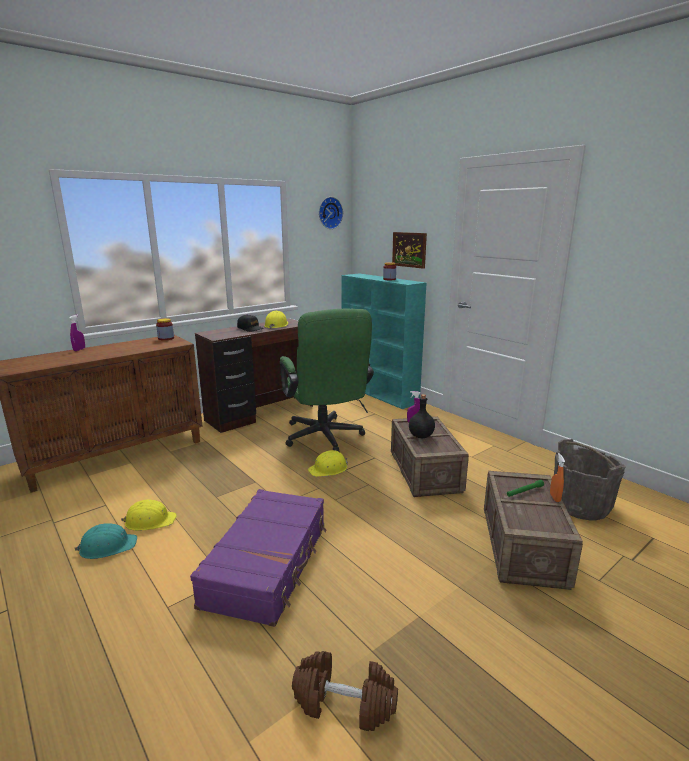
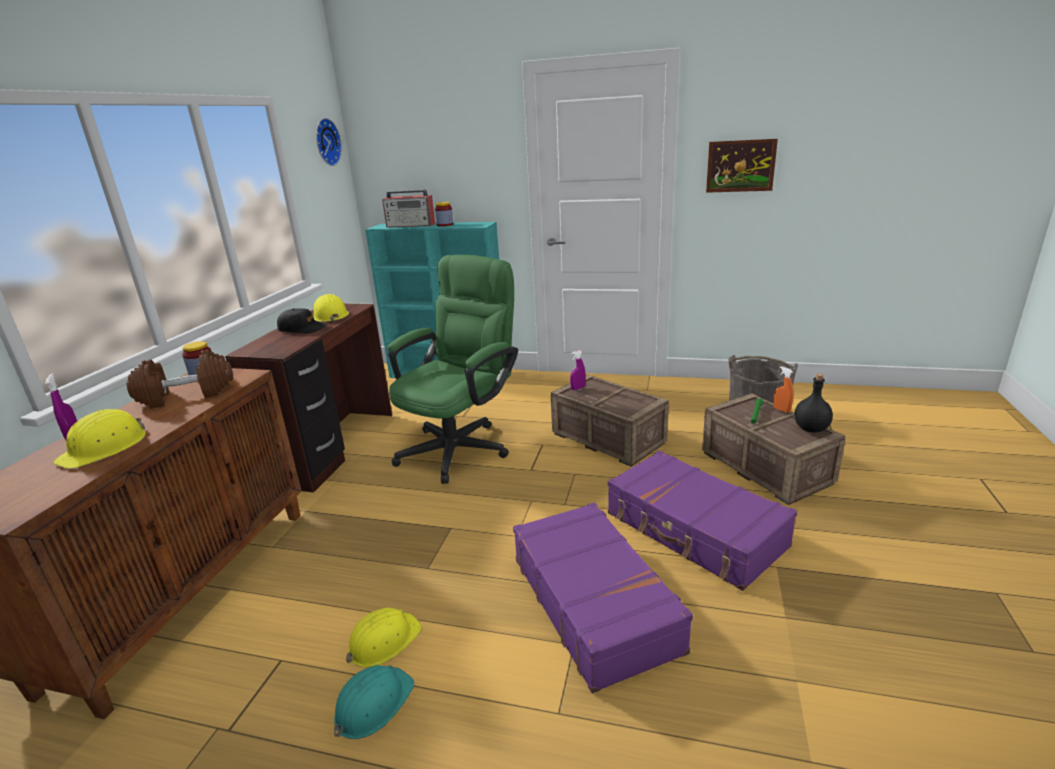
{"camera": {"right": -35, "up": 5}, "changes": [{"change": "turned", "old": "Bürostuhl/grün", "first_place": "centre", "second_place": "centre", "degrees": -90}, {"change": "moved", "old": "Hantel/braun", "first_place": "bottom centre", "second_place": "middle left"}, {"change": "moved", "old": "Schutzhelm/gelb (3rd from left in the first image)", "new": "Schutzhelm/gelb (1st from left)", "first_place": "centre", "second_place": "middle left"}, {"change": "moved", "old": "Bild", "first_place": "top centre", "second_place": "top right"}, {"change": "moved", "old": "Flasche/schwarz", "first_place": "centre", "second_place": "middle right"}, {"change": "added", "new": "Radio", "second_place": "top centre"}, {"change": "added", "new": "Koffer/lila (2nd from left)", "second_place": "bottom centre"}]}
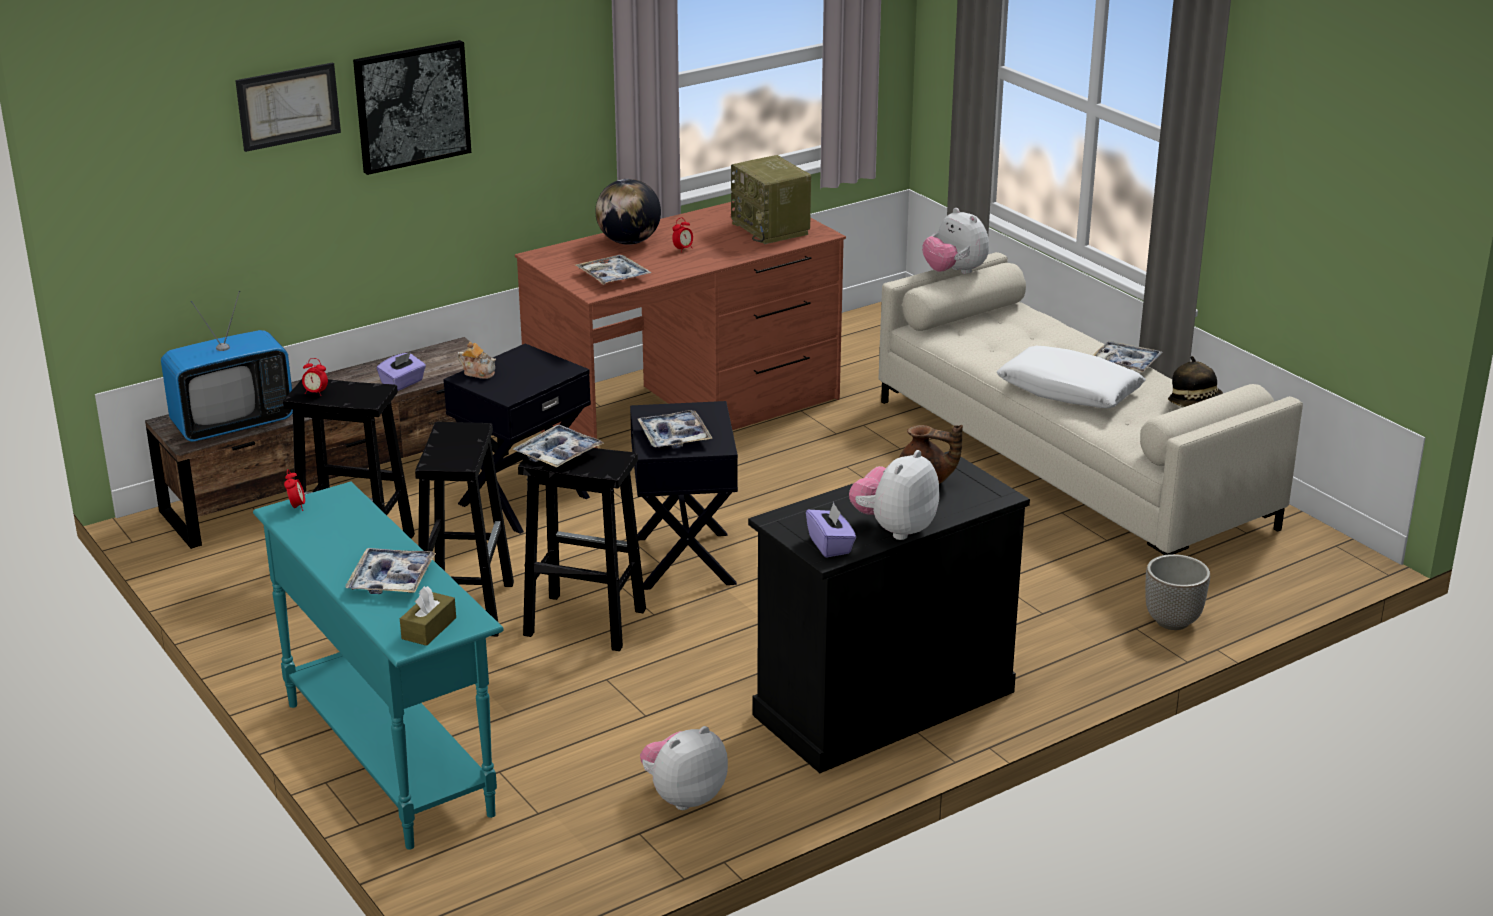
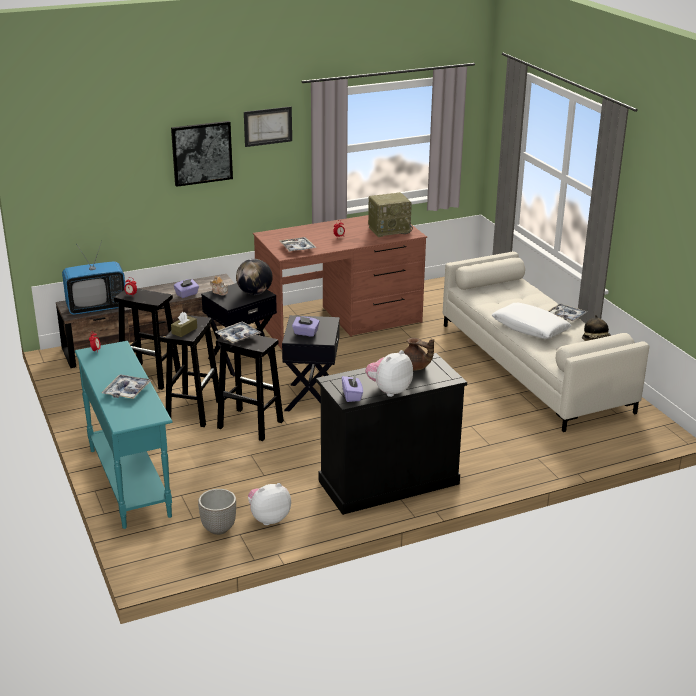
{"camera": {"right": 10, "up": 0}, "changes": [{"change": "moved", "old": "Bild (1st from left in the first image)", "new": "Bild (2nd from left)", "first_place": "top left", "second_place": "top centre"}, {"change": "moved", "old": "Taschentuchbox/braun", "first_place": "bottom left", "second_place": "middle left"}, {"change": "moved", "old": "Globus", "first_place": "top centre", "second_place": "centre"}, {"change": "replaced", "old": "Tablett (4th from left)", "new": "Taschentuchbox/lila (2nd from left)", "first_place": "centre", "second_place": "centre"}, {"change": "turned", "old": "Radio", "first_place": "top centre", "second_place": "top centre", "degrees": -90}, {"change": "removed", "old": "Plüschtier (3rd from left)", "first_place": "top centre"}, {"change": "moved", "old": "Pflanzkübel", "first_place": "middle right", "second_place": "bottom left"}]}
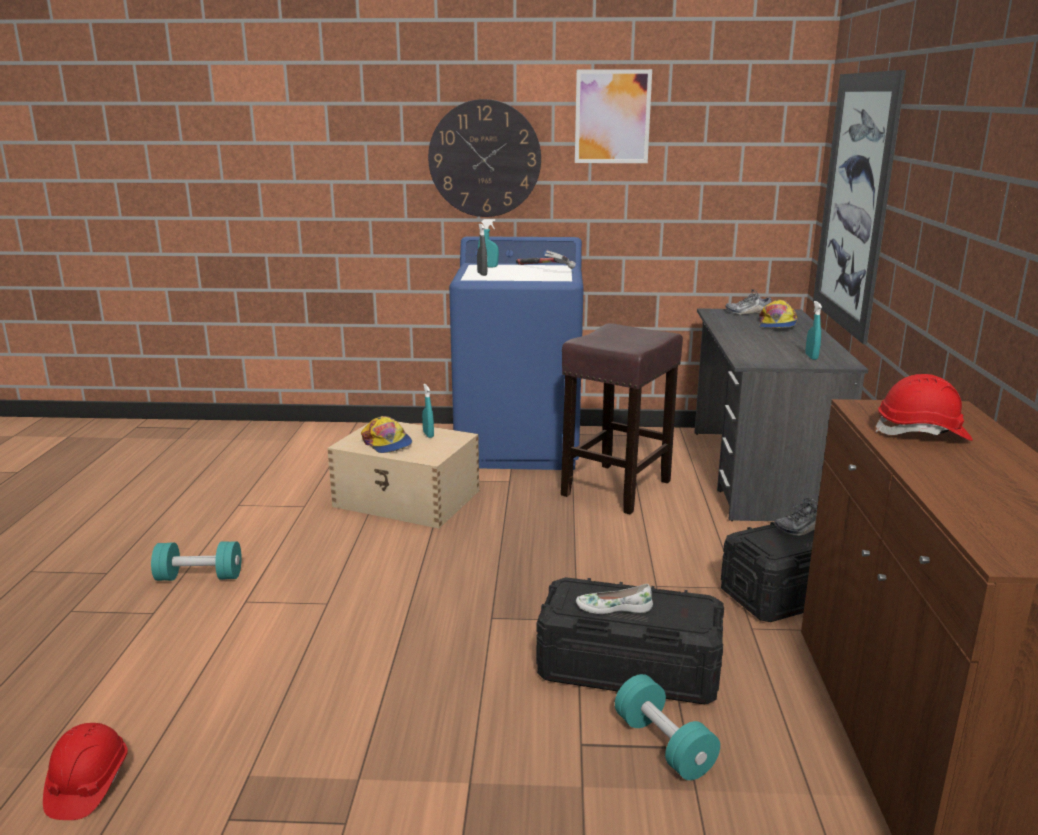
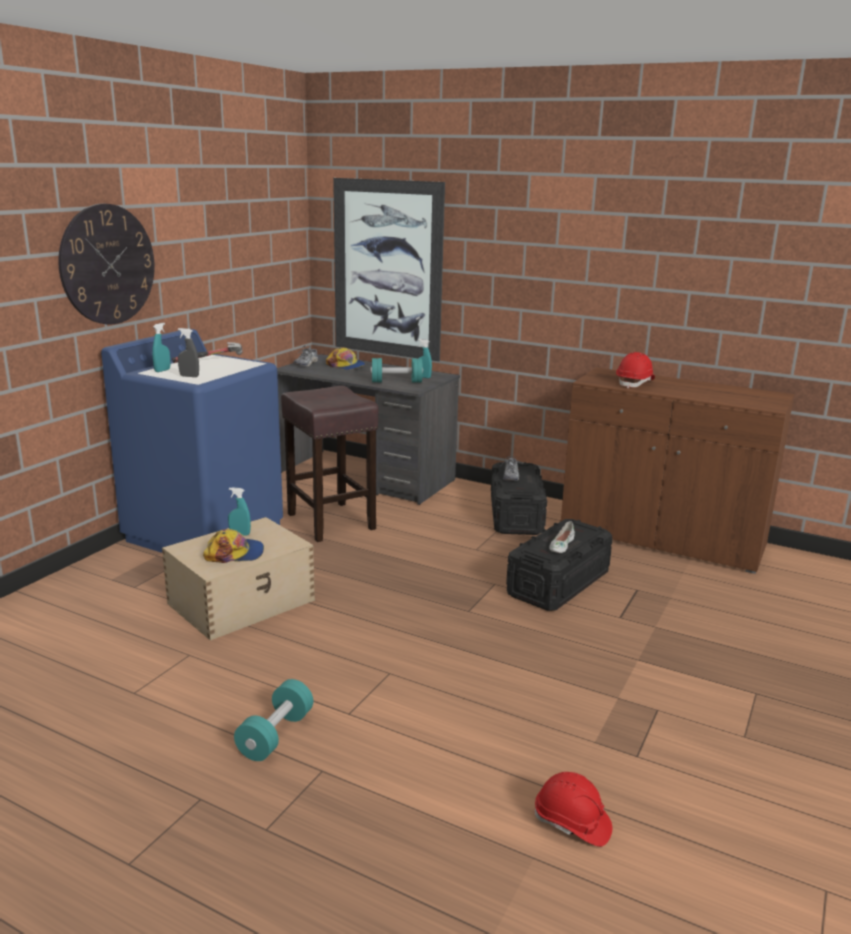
{"camera": {"right": -65, "up": 0}, "changes": [{"change": "removed", "old": "Bild (1st from left)", "first_place": "top centre"}, {"change": "moved", "old": "Hantel/türkis (2nd from left)", "first_place": "bottom centre", "second_place": "centre"}]}
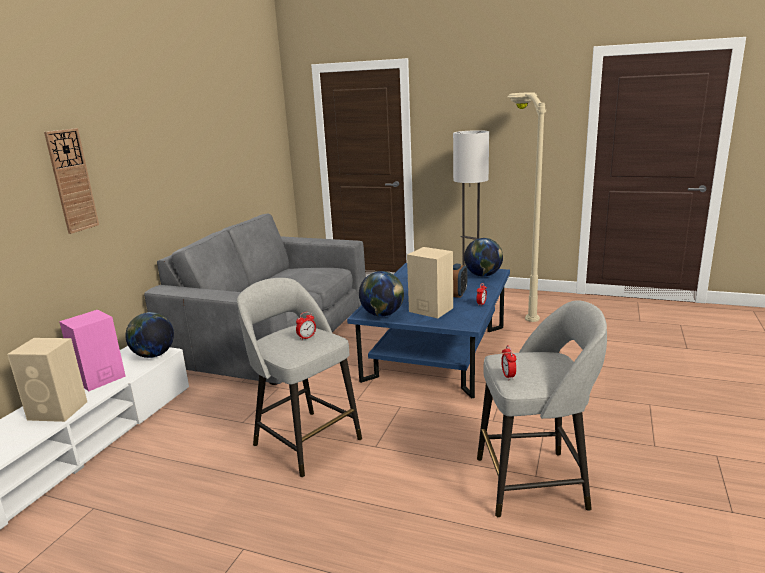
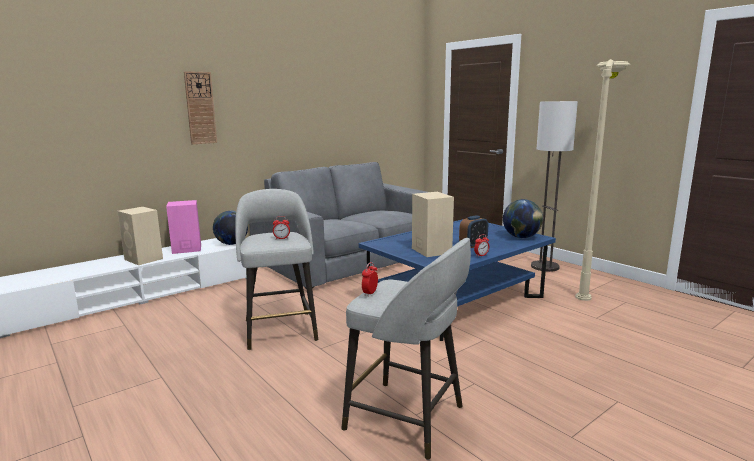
{"camera": {"right": 30, "up": -5}, "changes": [{"change": "removed", "old": "Globus (2nd from left)", "first_place": "centre"}]}
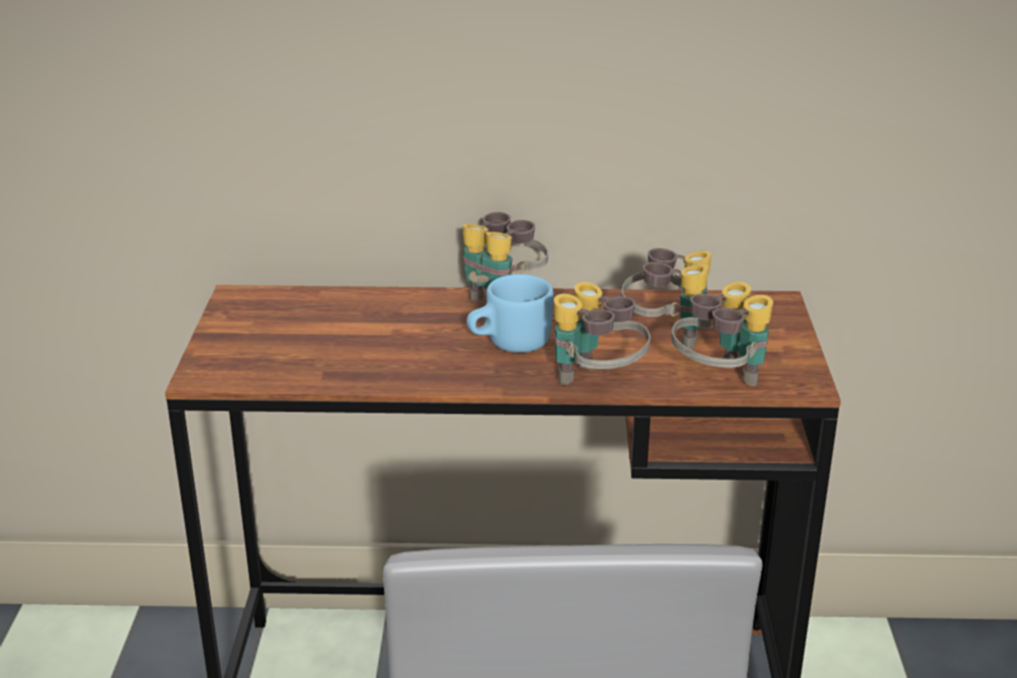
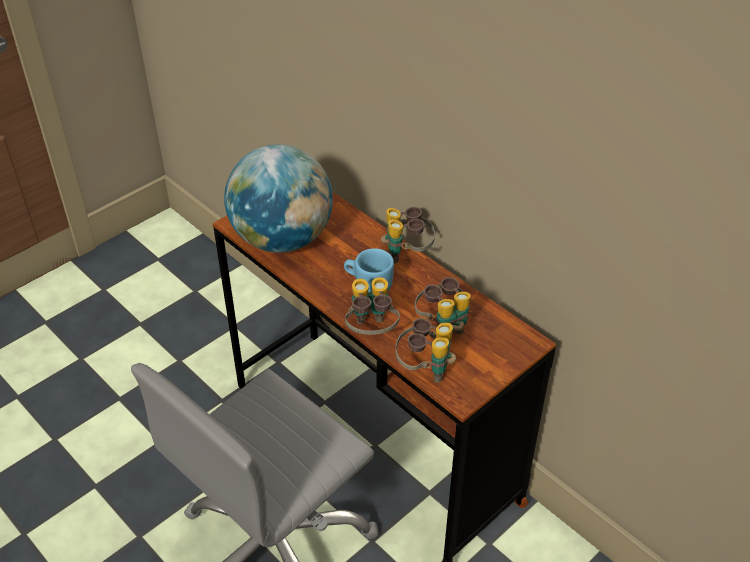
{"camera": {"right": 45, "up": 15}, "changes": [{"change": "added", "new": "Globus", "second_place": "centre"}]}
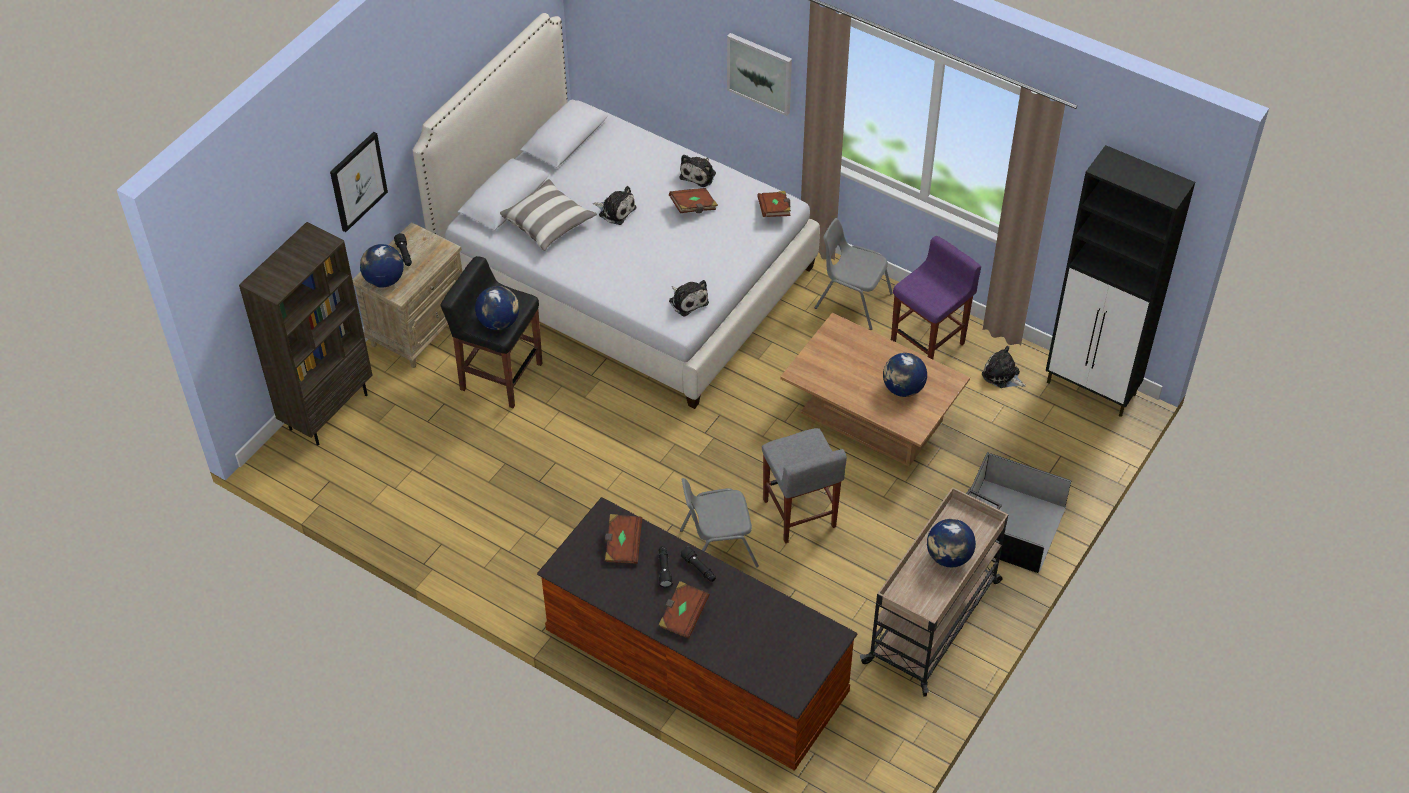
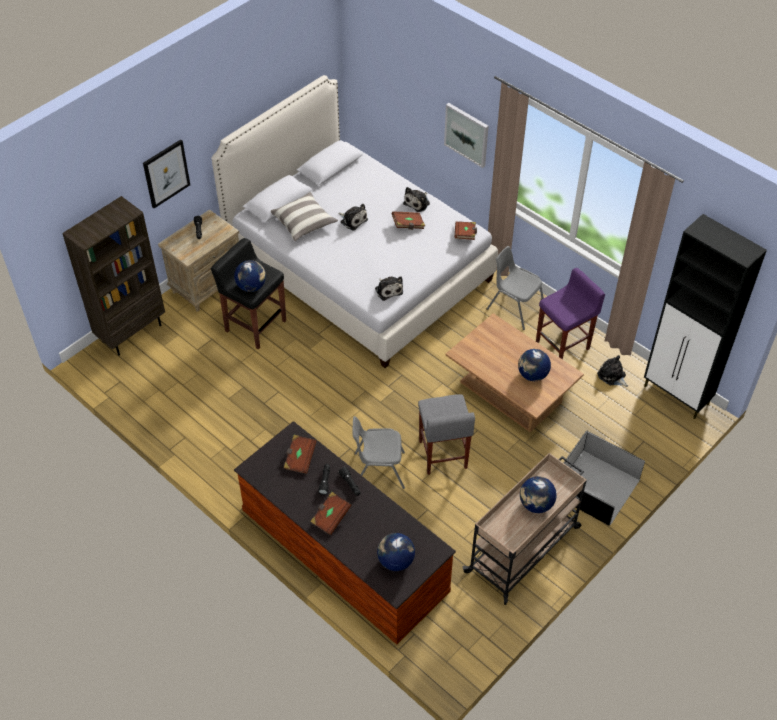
{"camera": {"right": 10, "up": 0}, "changes": [{"change": "moved", "old": "Globus (1st from left in the first image)", "new": "Globus (2nd from left)", "first_place": "middle left", "second_place": "bottom centre"}]}
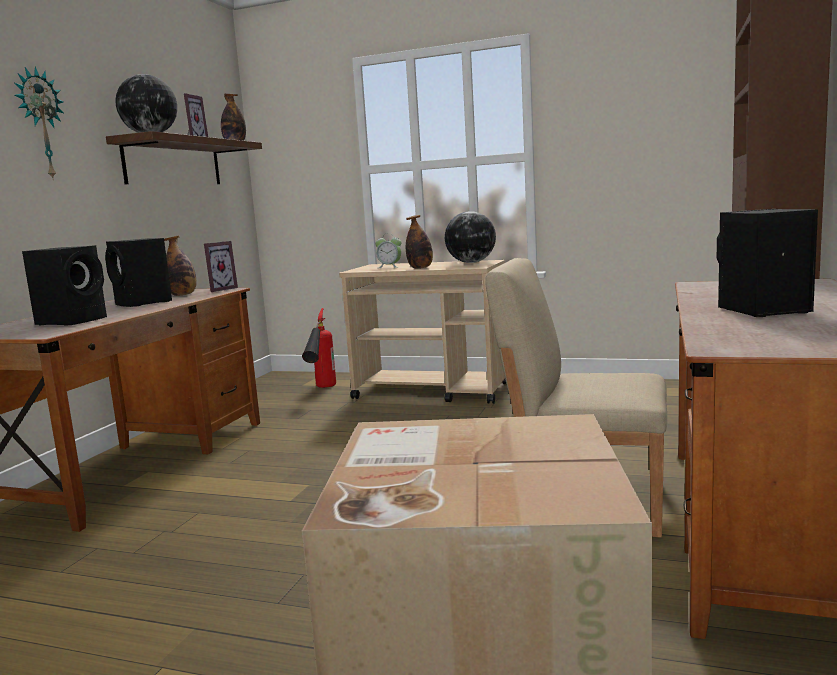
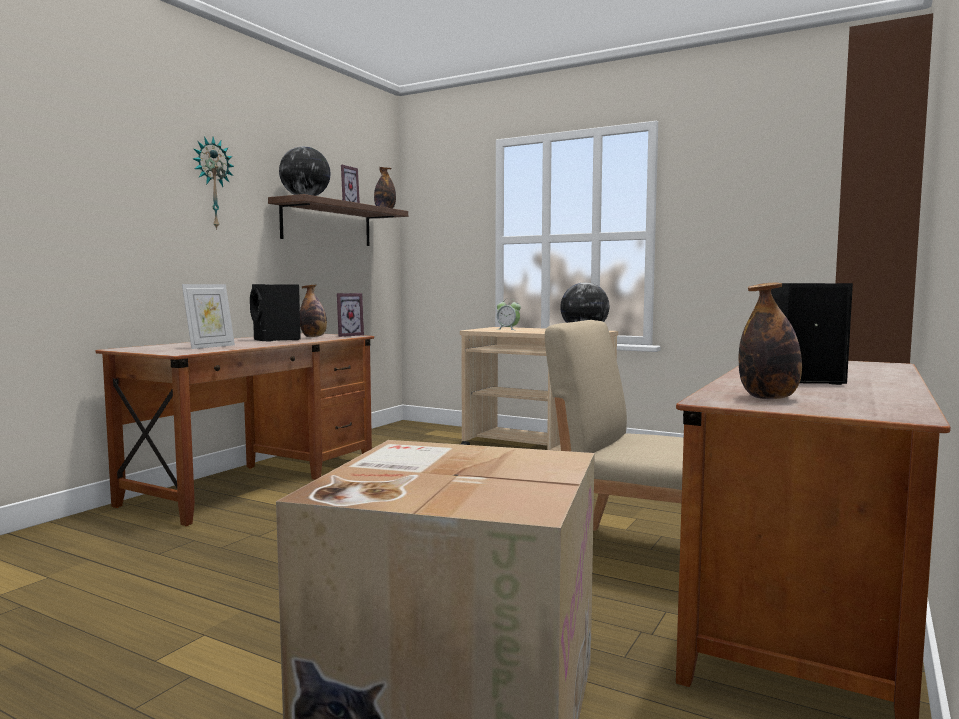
{"camera": {"right": 10, "up": -5}, "changes": [{"change": "replaced", "old": "Lautsprecher/schwarz (1st from left)", "new": "Bilderrahmen (1st from left)", "first_place": "middle left", "second_place": "middle left"}, {"change": "removed", "old": "Feuerlöscher", "first_place": "centre"}, {"change": "moved", "old": "Flasche (3rd from left)", "first_place": "centre", "second_place": "middle right"}]}
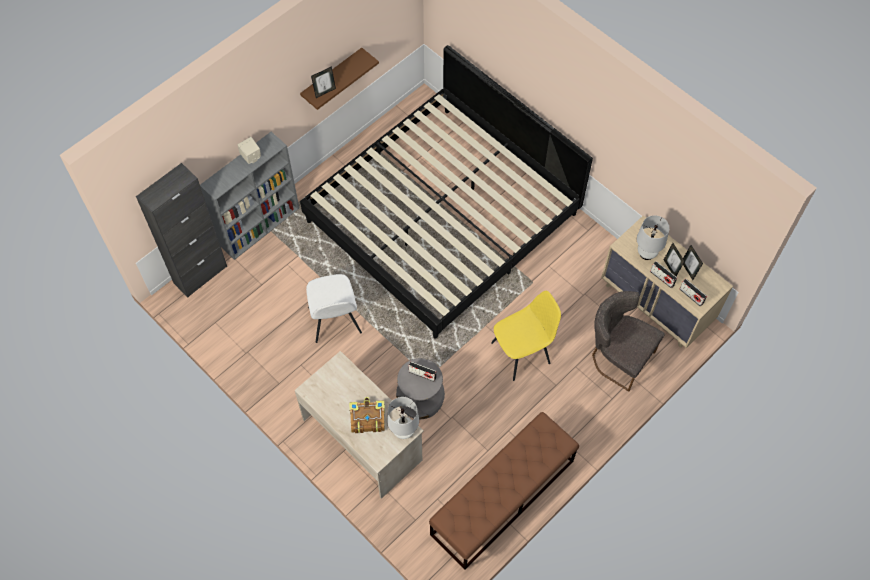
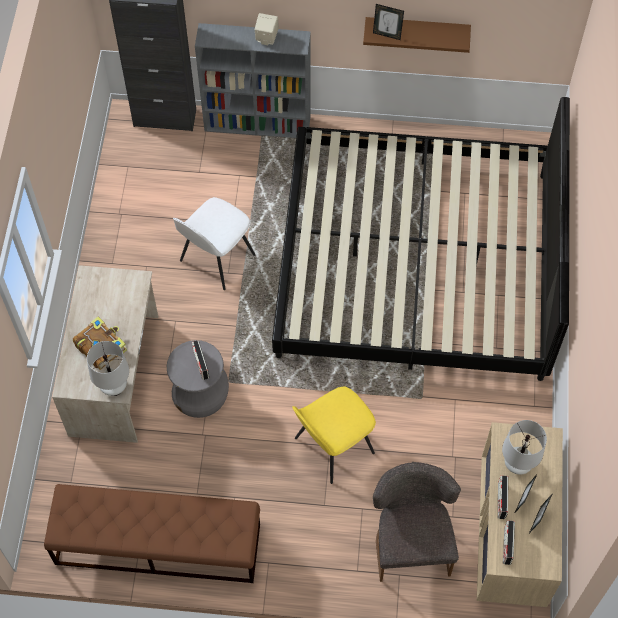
{"camera": {"right": 50, "up": 0}, "changes": [{"change": "turned", "old": "Stuhl/gelb", "first_place": "centre", "second_place": "bottom centre", "degrees": 120}]}
